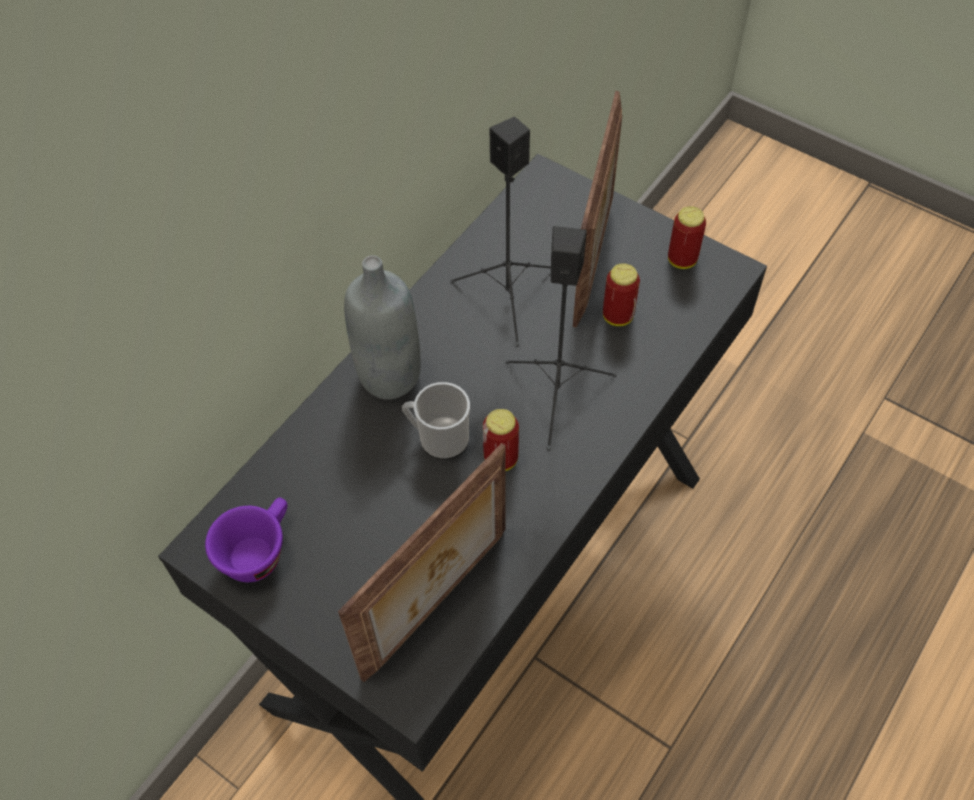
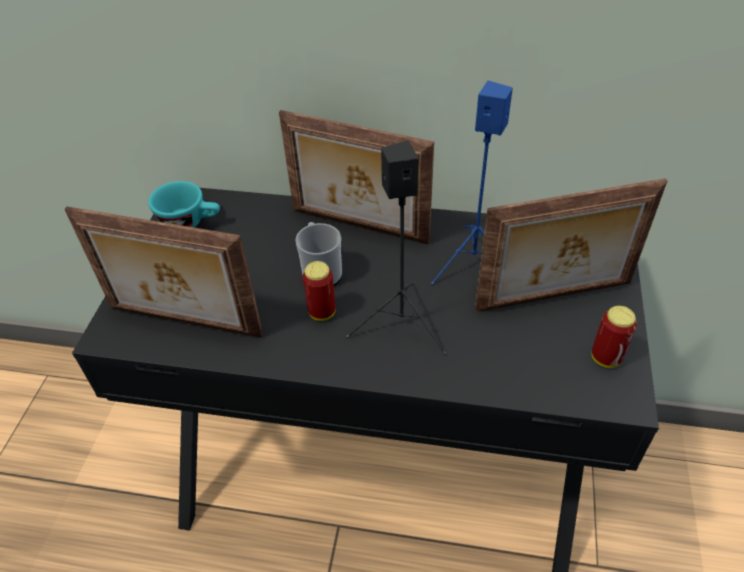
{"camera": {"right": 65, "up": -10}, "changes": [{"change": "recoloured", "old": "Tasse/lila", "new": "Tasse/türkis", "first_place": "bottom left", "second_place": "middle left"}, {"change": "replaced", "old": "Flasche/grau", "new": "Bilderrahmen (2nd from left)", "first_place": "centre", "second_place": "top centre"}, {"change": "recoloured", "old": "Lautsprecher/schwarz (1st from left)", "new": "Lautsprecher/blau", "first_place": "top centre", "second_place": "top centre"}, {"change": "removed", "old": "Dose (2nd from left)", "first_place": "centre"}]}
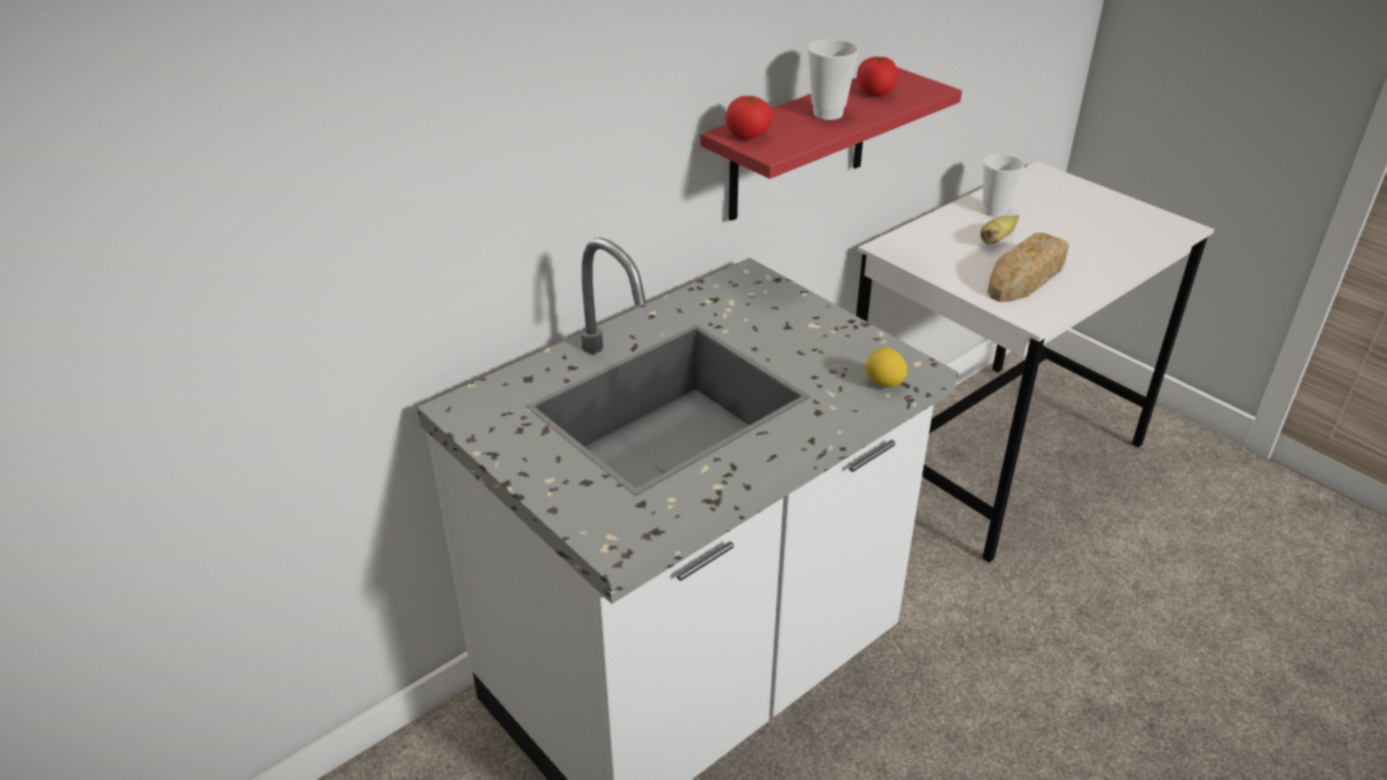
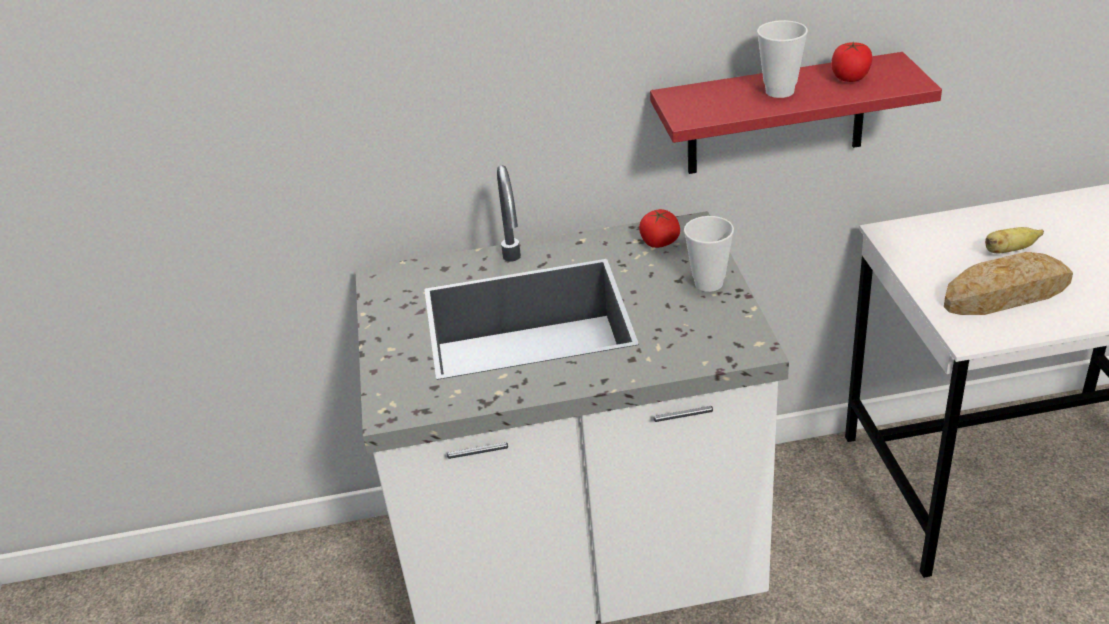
{"camera": {"right": 35, "up": 0}, "changes": [{"change": "moved", "old": "Tomate (1st from left)", "first_place": "top centre", "second_place": "centre"}, {"change": "removed", "old": "Zitrone", "first_place": "centre"}, {"change": "moved", "old": "Tasse (2nd from left in the first image)", "new": "Tasse (1st from left)", "first_place": "top right", "second_place": "centre"}]}
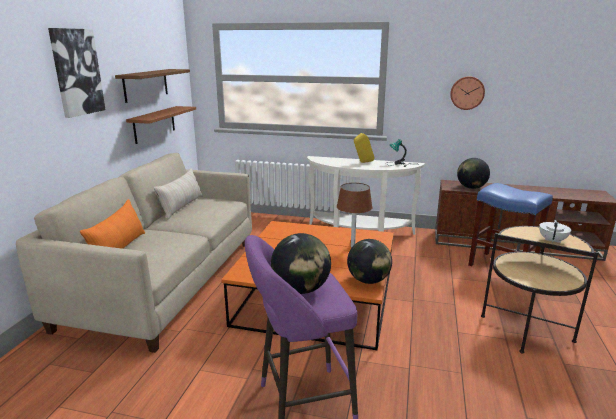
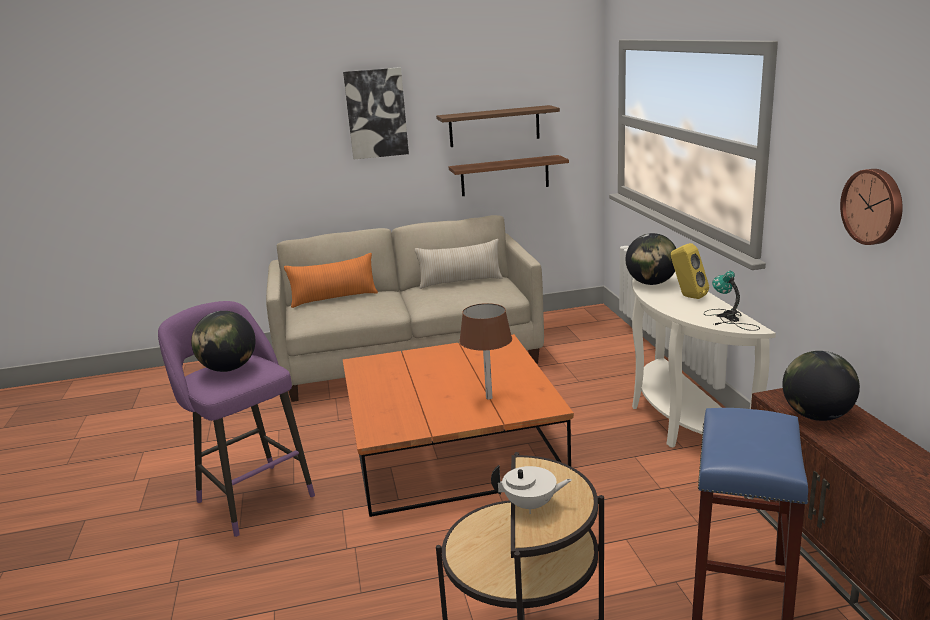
{"camera": {"right": 65, "up": 0}, "changes": [{"change": "moved", "old": "Globus (2nd from left)", "first_place": "centre", "second_place": "middle right"}]}
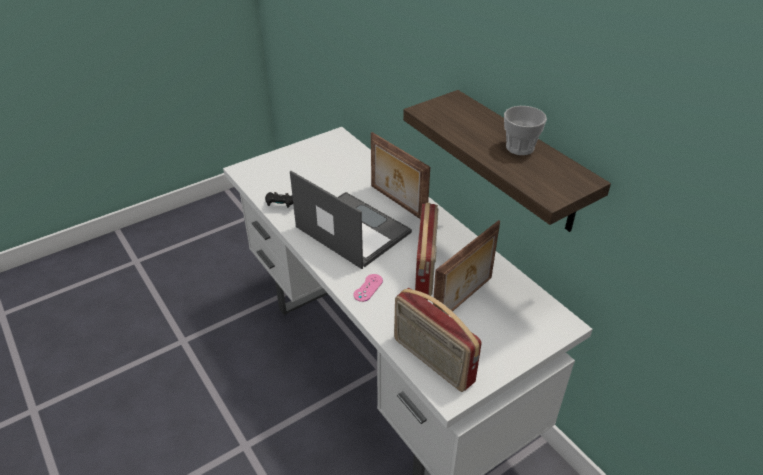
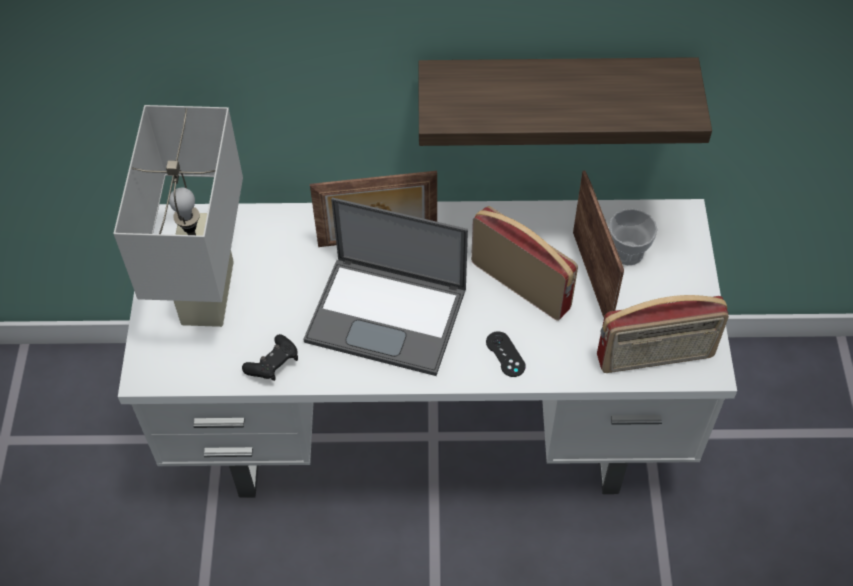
{"camera": {"right": -55, "up": 15}, "changes": [{"change": "turned", "old": "Laptop", "first_place": "centre", "second_place": "centre", "degrees": -150}, {"change": "recoloured", "old": "Gamepad/rosa", "new": "Gamepad/schwarz (2nd from left)", "first_place": "centre", "second_place": "centre"}, {"change": "moved", "old": "Tasse", "first_place": "top right", "second_place": "middle right"}, {"change": "added", "new": "Tischlampe/weiß", "second_place": "middle left"}]}
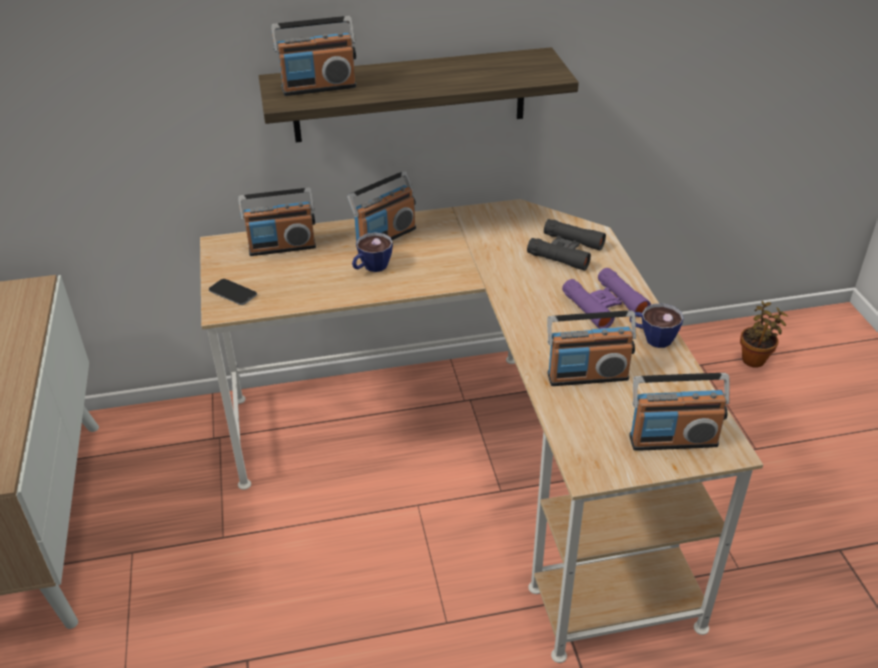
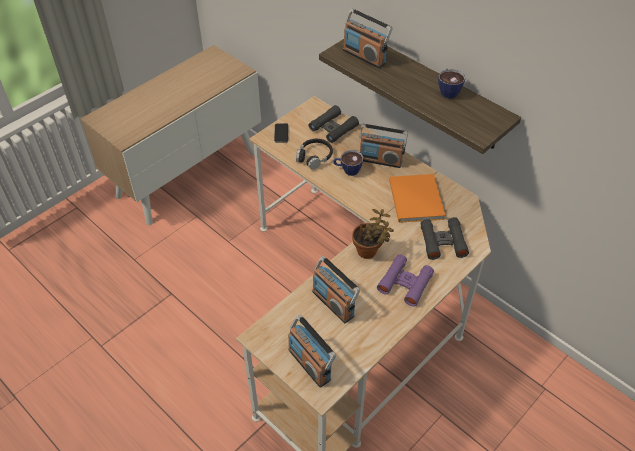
{"camera": {"right": 55, "up": 10}, "changes": [{"change": "replaced", "old": "Radio (1st from left)", "new": "Fernglas/schwarz (1st from left)", "first_place": "top left", "second_place": "top centre"}, {"change": "moved", "old": "Tasse (2nd from left)", "first_place": "middle right", "second_place": "top right"}, {"change": "moved", "old": "Topfpflanze", "first_place": "middle right", "second_place": "centre"}, {"change": "added", "new": "Kopfhörer/schwarz", "second_place": "centre"}, {"change": "added", "new": "Buch/orange", "second_place": "centre"}]}
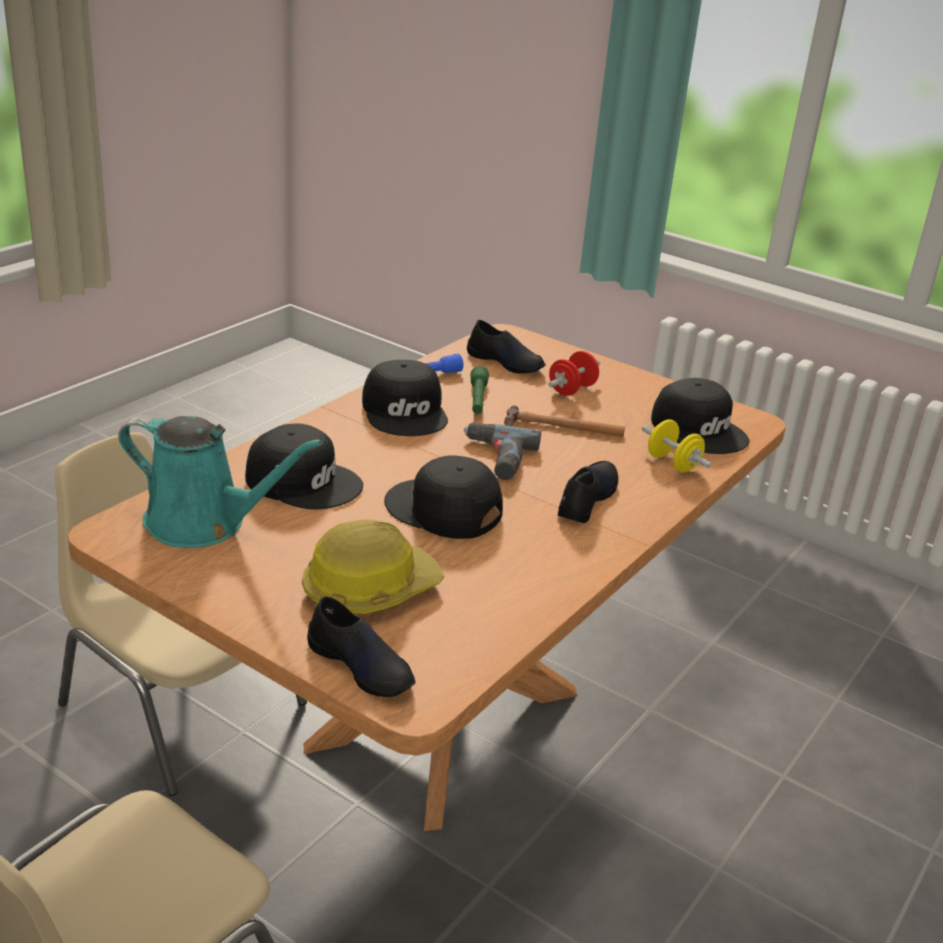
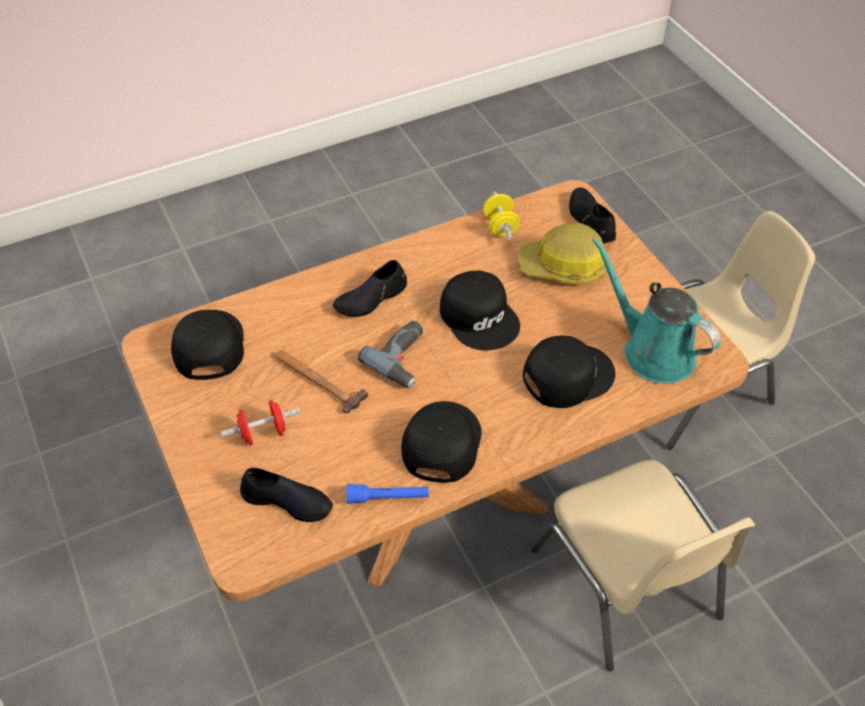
{"camera": {"right": -150, "up": 20}, "changes": [{"change": "turned", "old": "Kappe/schwarz (1st from left in the first image)", "first_place": "middle left", "second_place": "centre", "degrees": 105}, {"change": "turned", "old": "Schuh/schwarz (2nd from left in the first image)", "first_place": "centre", "second_place": "bottom left", "degrees": 135}, {"change": "removed", "old": "Taschenlampe/grün", "first_place": "centre"}, {"change": "moved", "old": "Hantel/gelb", "first_place": "middle right", "second_place": "top centre"}]}
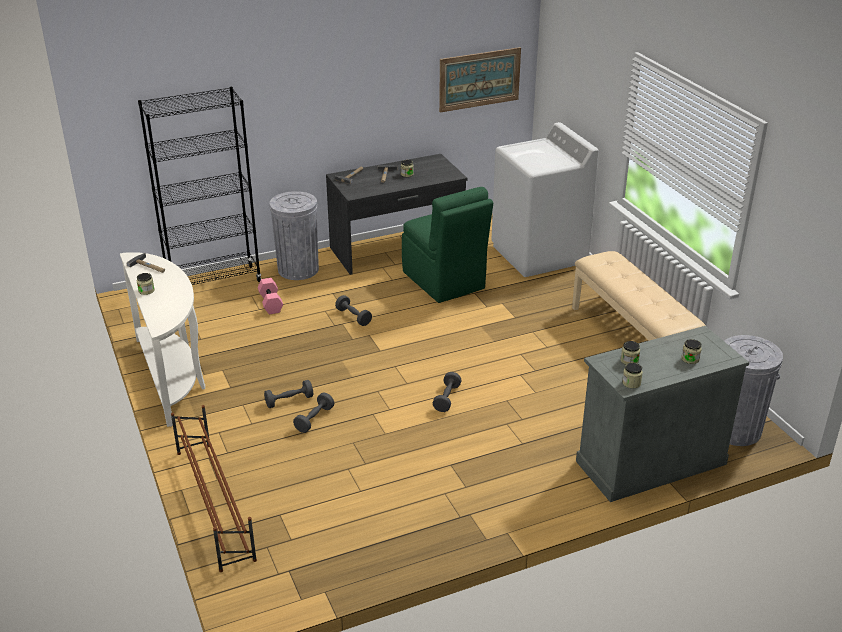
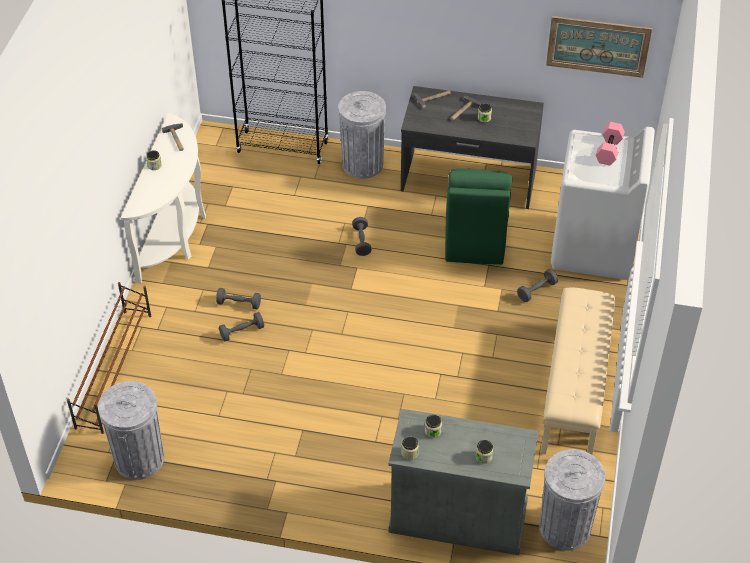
{"camera": {"right": 35, "up": 15}, "changes": [{"change": "moved", "old": "Hantel/rosa", "first_place": "middle left", "second_place": "top right"}, {"change": "moved", "old": "Hantel/grau (4th from left)", "first_place": "centre", "second_place": "middle right"}, {"change": "added", "new": "Mülleimer/grau (1st from left)", "second_place": "bottom left"}]}
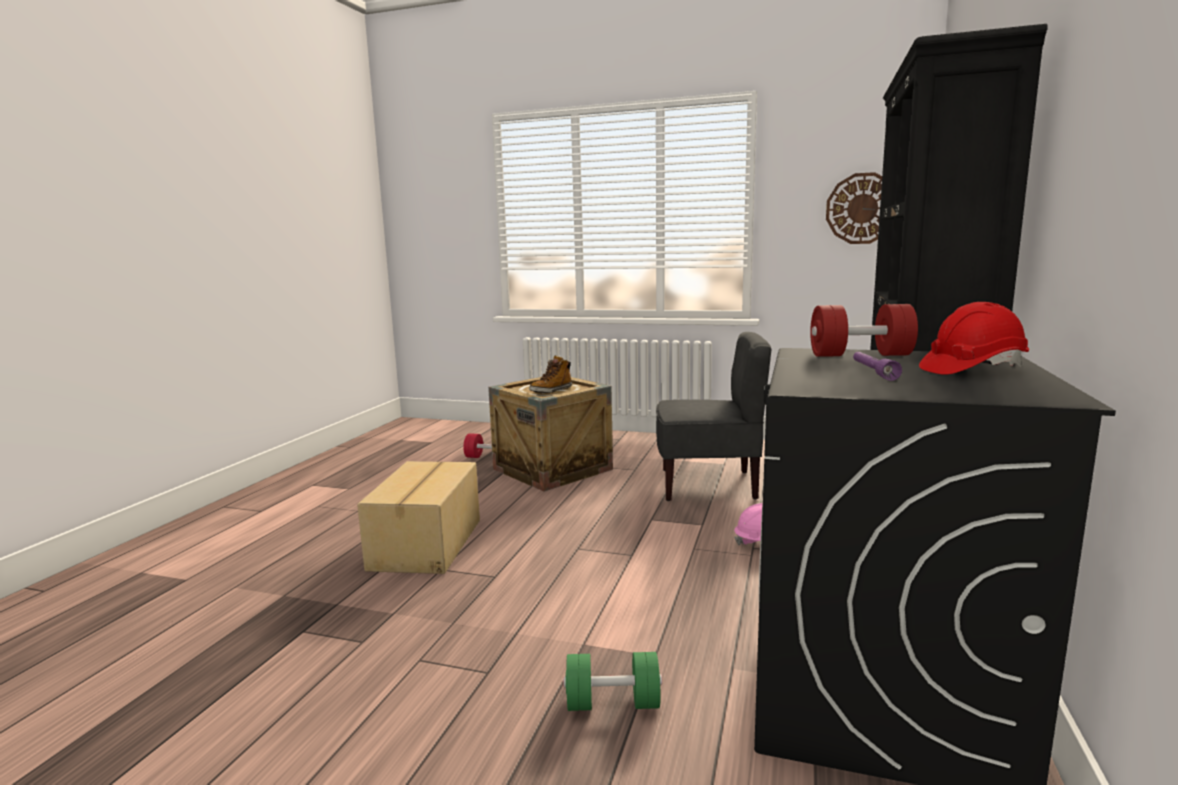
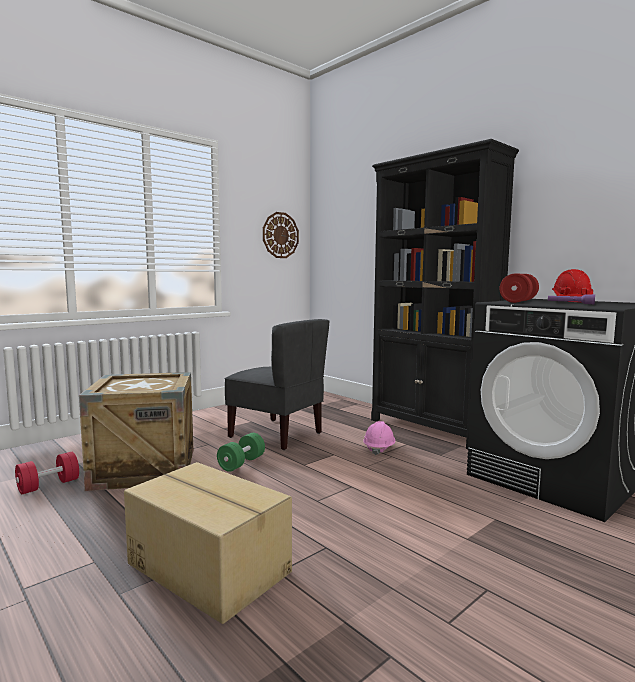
{"camera": {"right": -60, "up": -5}, "changes": [{"change": "removed", "old": "Stiefel", "first_place": "centre"}, {"change": "moved", "old": "Hantel/grün", "first_place": "bottom centre", "second_place": "centre"}, {"change": "turned", "old": "Stuhl/grau", "first_place": "centre", "second_place": "centre", "degrees": 90}]}
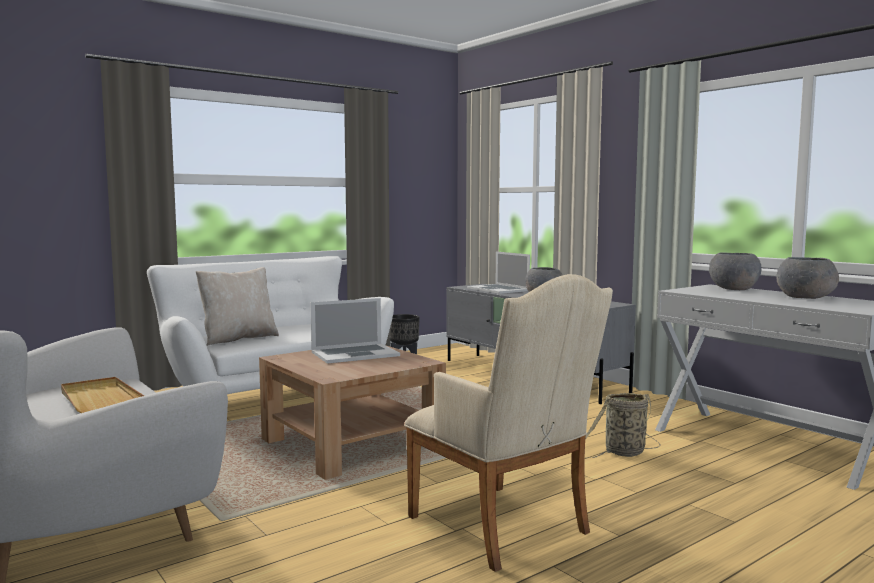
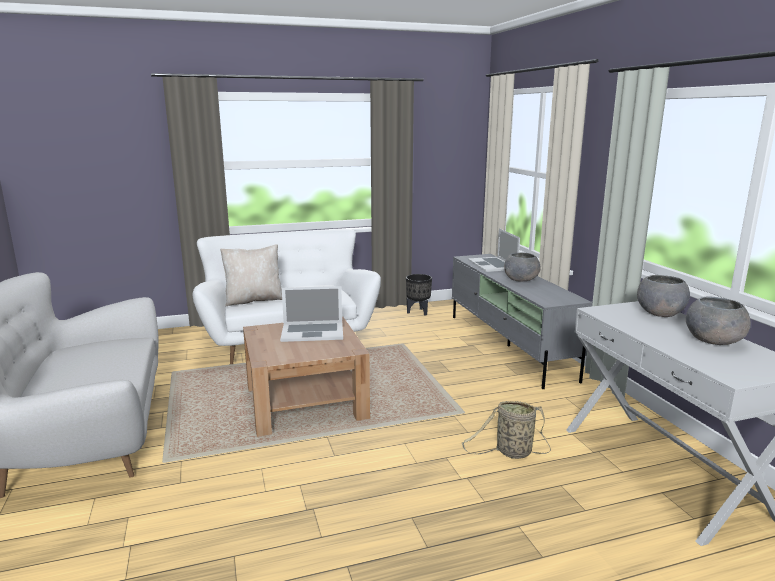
{"camera": {"right": 20, "up": 10}, "changes": [{"change": "removed", "old": "Tablett/beige", "first_place": "bottom left"}, {"change": "removed", "old": "Sessel/beige", "first_place": "bottom centre"}]}
